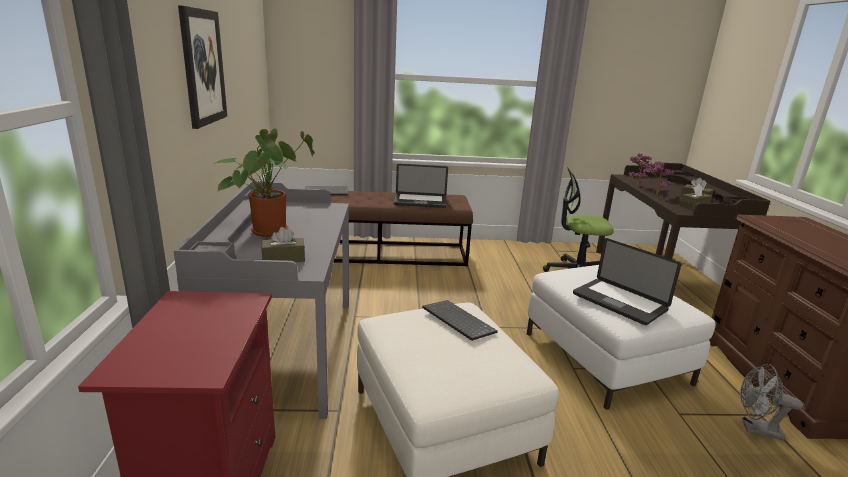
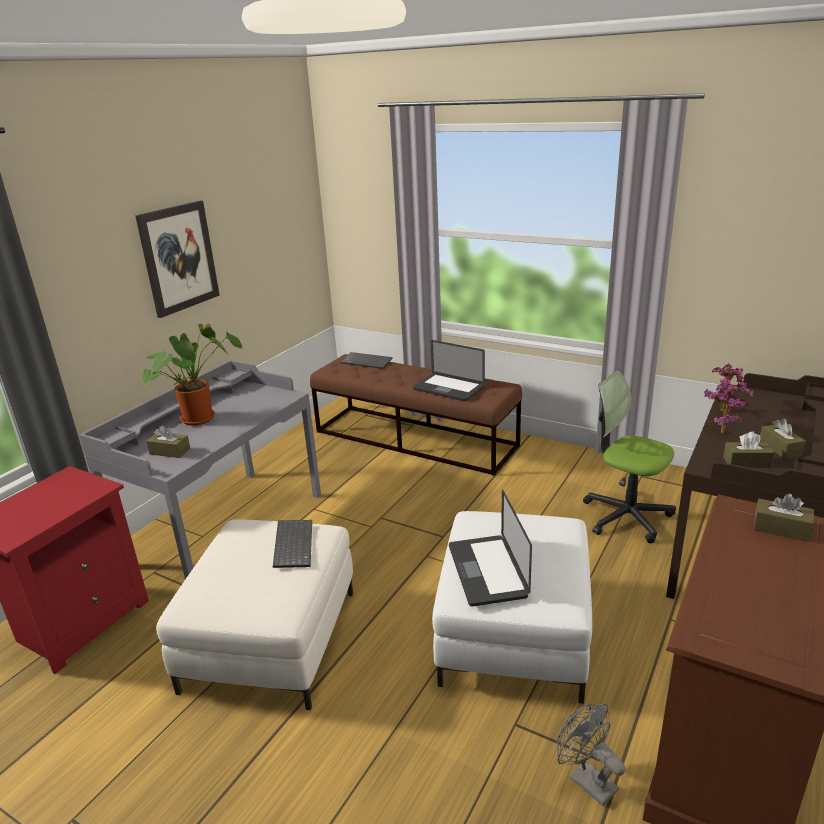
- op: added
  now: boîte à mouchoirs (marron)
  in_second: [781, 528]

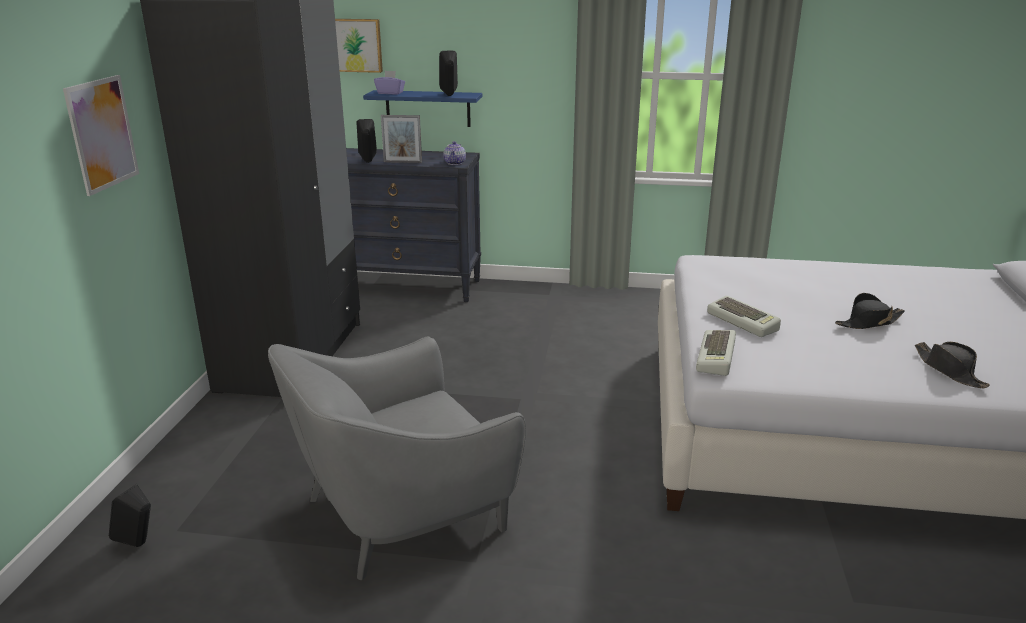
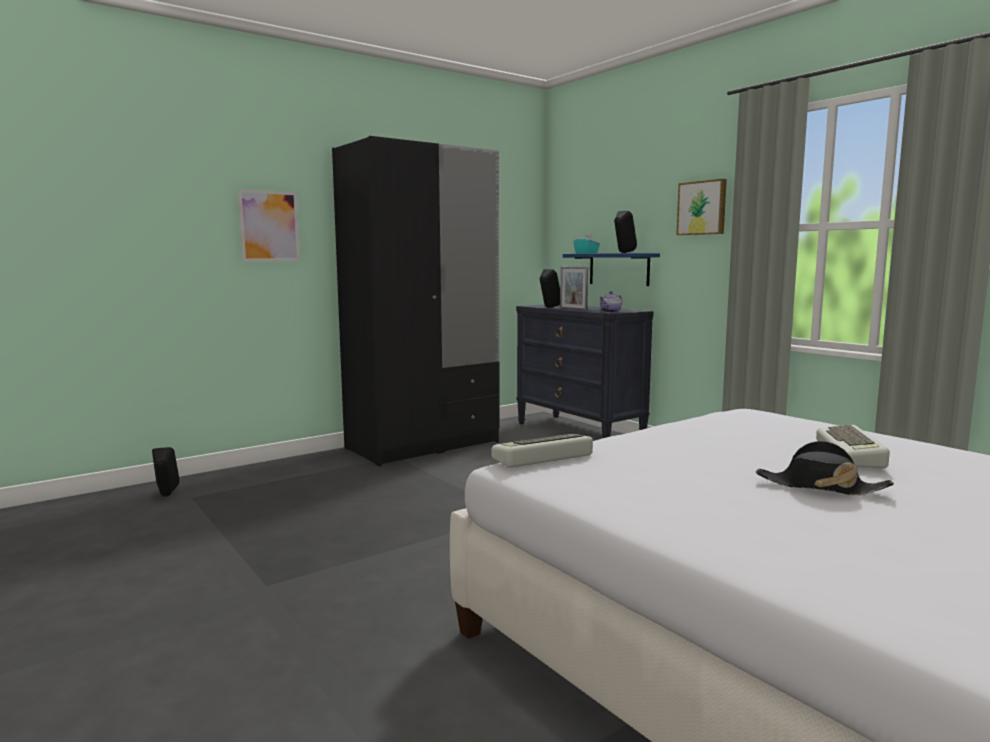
- op: removed
  was: fauteuil (gris)
  in_first: [401, 512]
- op: removed
  was: chapeau (noir)
  in_first: [949, 370]
- op: moved
  was: tableau
  in_first: [356, 45]
  in_second: [702, 208]
- op: moved
  was: clavier
  in_first: [744, 322]
  in_second: [852, 454]
- op: recoloured
  was: boîte à mouchoirs (violet)
  now: boîte à mouchoirs (turquoise)
  in_first: [390, 93]
  in_second: [586, 253]

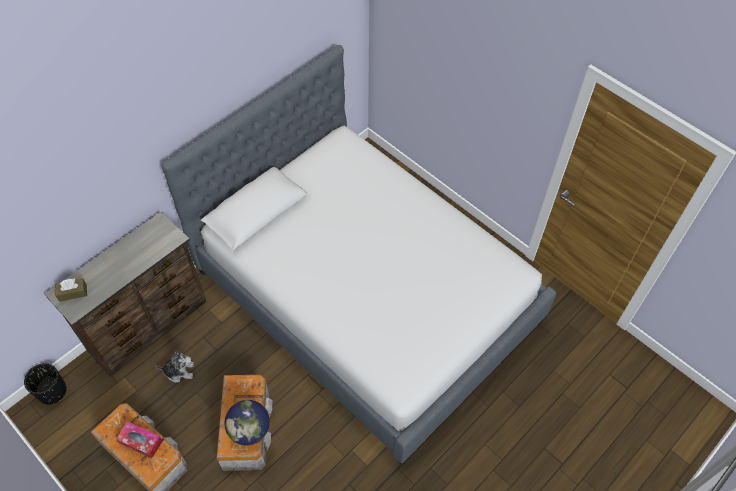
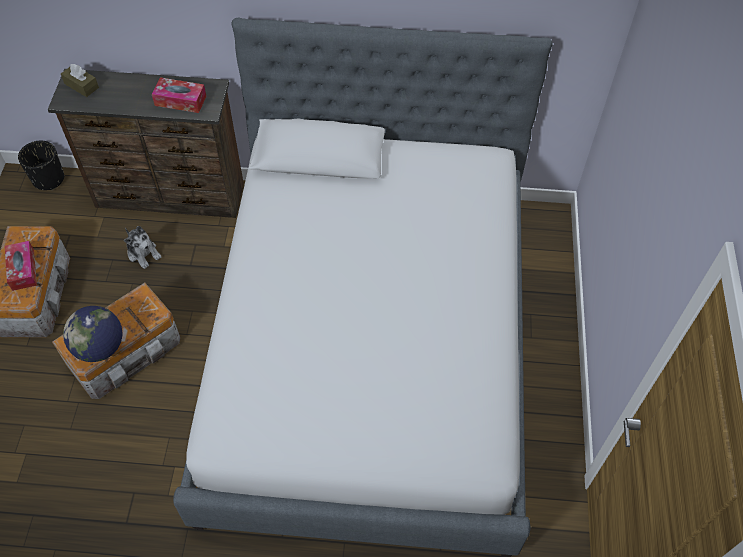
- op: added
  now: boîte à mouchoirs
  in_second: [180, 101]

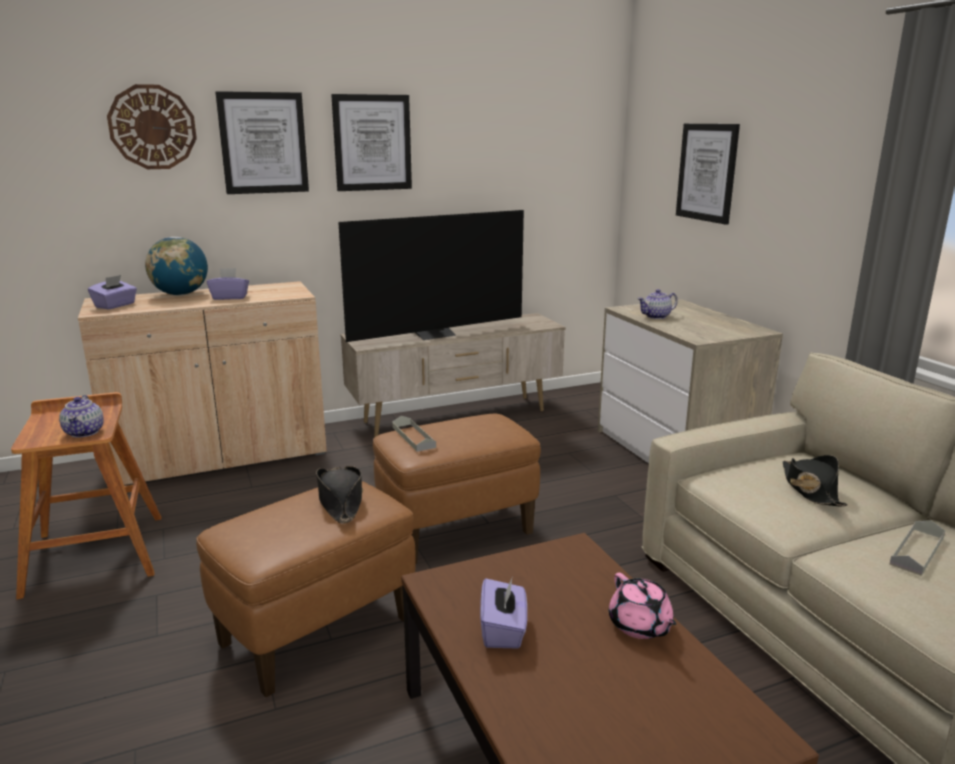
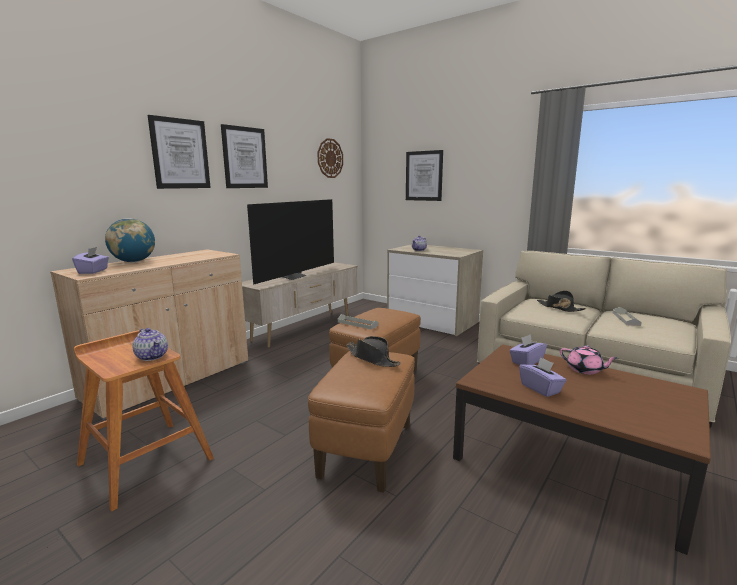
- op: moved
  was: horloge murale
  in_first: [152, 127]
  in_second: [330, 158]
- op: moved
  was: boîte à mouchoirs (violet)
  in_first: [230, 297]
  in_second: [526, 361]

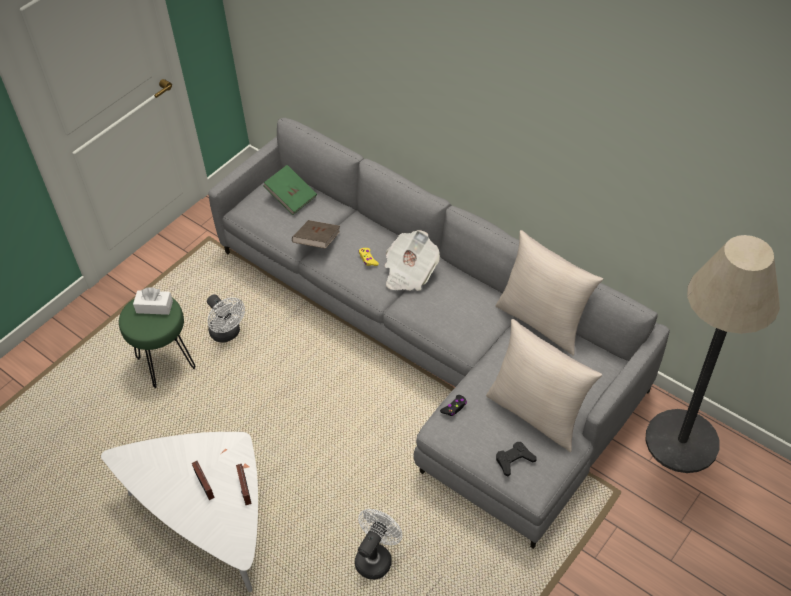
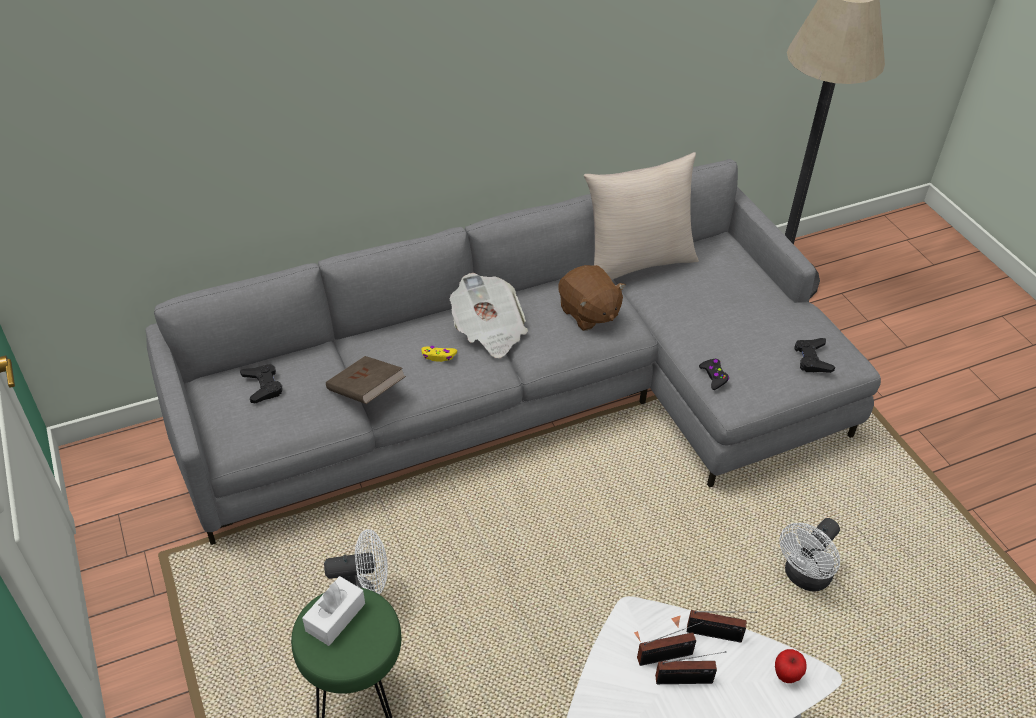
- op: removed
  was: coussin (beige)
  in_first: [537, 413]
- op: added
  now: peluche (marron)
  in_second: [588, 313]
- op: added
  now: radio
  in_second: [668, 656]
- op: added
  now: pomme
  in_second: [786, 675]
- op: replaced
  was: livre (vert)
  now: manette (noir)
  in_first: [291, 197]
  in_second: [263, 386]
- op: turned
  was: ventilateur (blanc)
  in_first: [376, 557]
  in_second: [804, 577]
  clockwise: -105

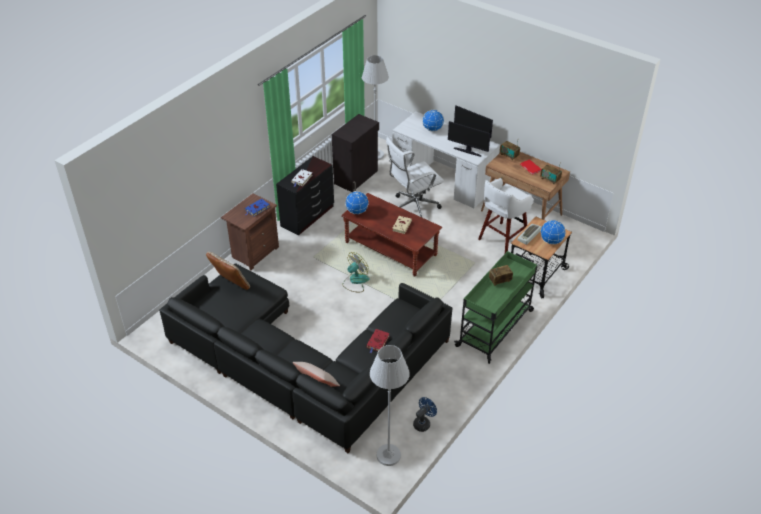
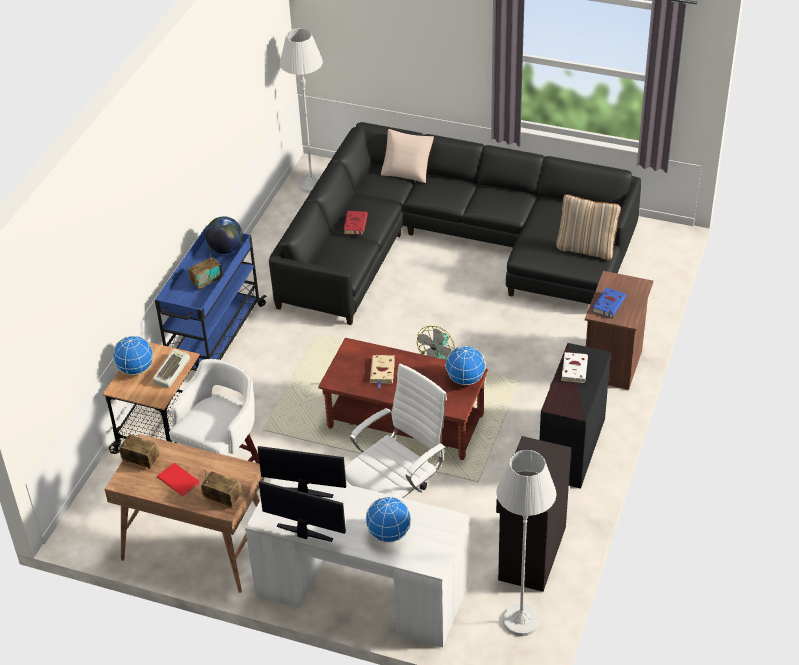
- op: removed
  was: ventilateur (bleu)
  in_first: [423, 423]
- op: added
  now: globe
  in_second: [225, 249]
- op: recoloured
  was: chariot (vert)
  now: chariot (bleu)
  in_first: [495, 327]
  in_second: [214, 340]

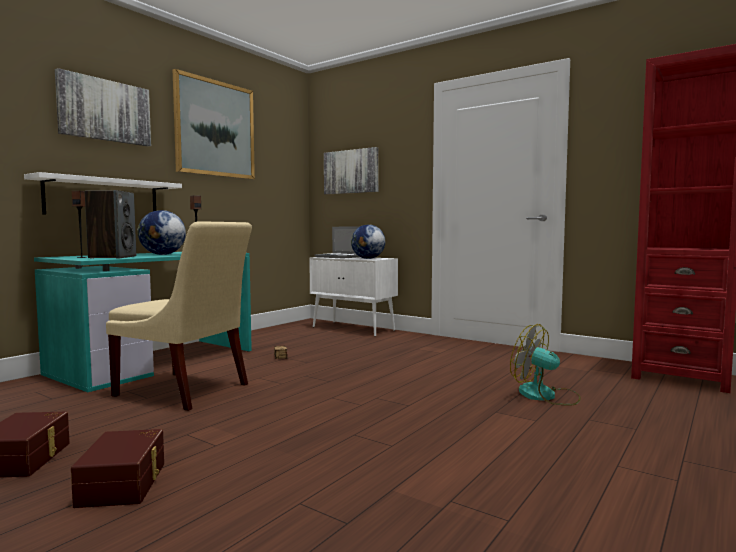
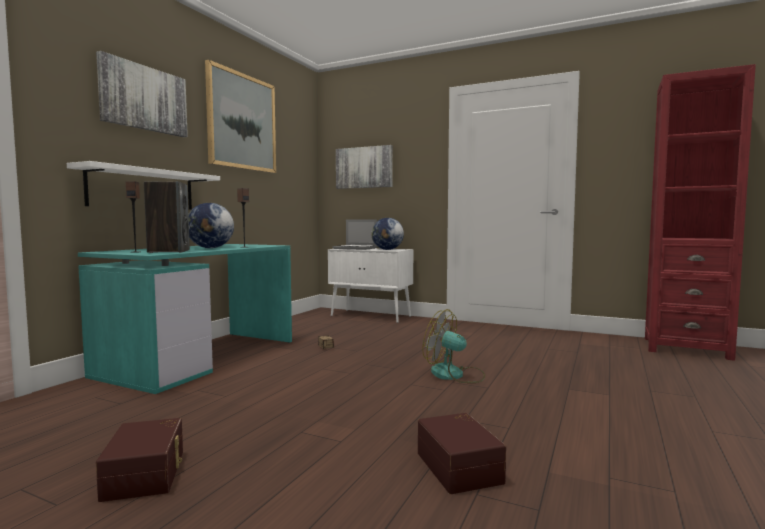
- op: removed
  was: chaise (beige)
  in_first: [186, 391]
- op: moved
  was: boîte de rangement (marron)
  in_first: [125, 483]
  in_second: [460, 467]
- op: moved
  was: ventilateur
  in_first: [545, 396]
  in_second: [454, 375]

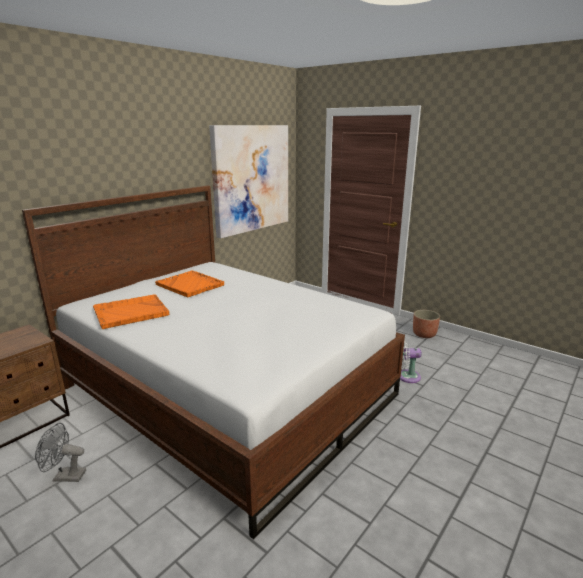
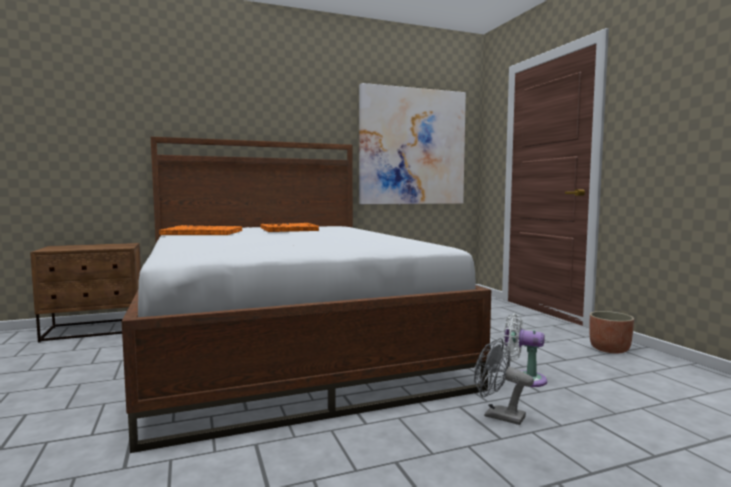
- op: moved
  was: ventilateur (gris)
  in_first: [64, 476]
  in_second: [498, 415]

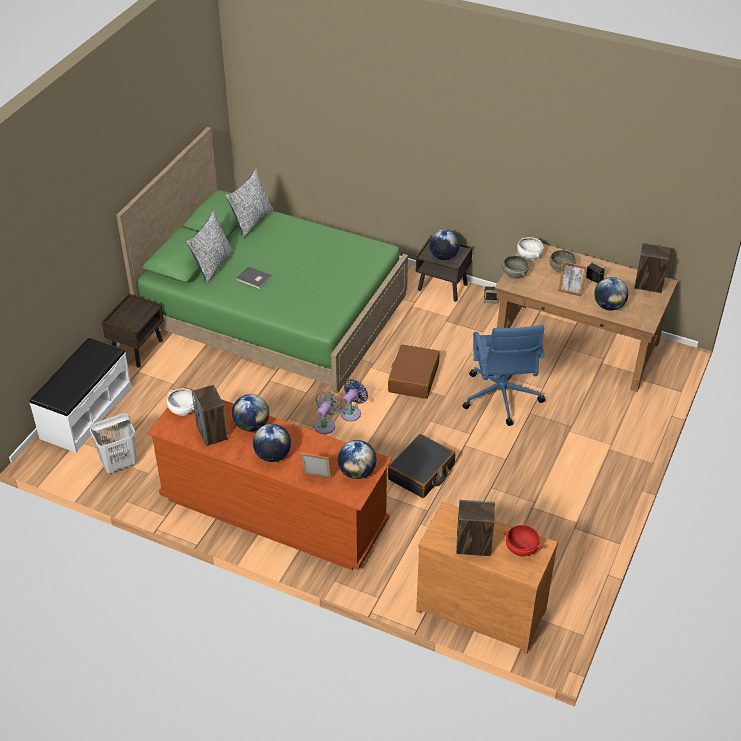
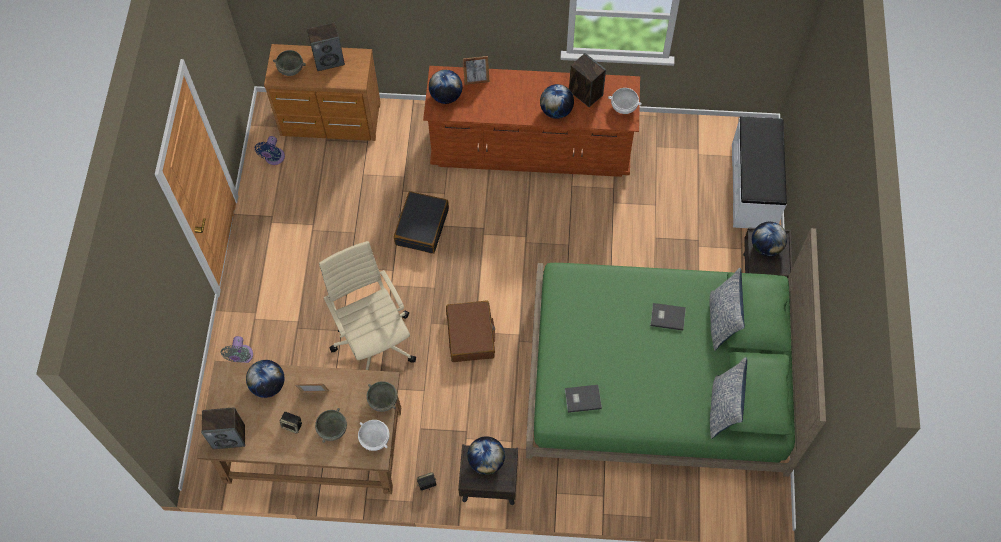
- op: removed
  was: panier à linge (blanc)
  in_first: [119, 464]
- op: added
  now: livre (gris)
  in_second: [582, 398]
- op: moved
  was: globe
  in_first: [272, 455]
  in_second: [766, 247]
- op: moved
  was: ventilateur (gris)
  in_first: [326, 425]
  in_second: [241, 357]
- op: moved
  was: ventilateur (bleu)
  in_first: [352, 412]
  in_second: [274, 158]
- op: recoloured
  was: chaise de bureau (bleu)
  now: chaise de bureau (beige)
  in_first: [501, 398]
  in_second: [374, 340]
- op: recoloured
  was: bol (rouge)
  now: bol (gris)
  in_first: [521, 548]
  in_second: [290, 69]

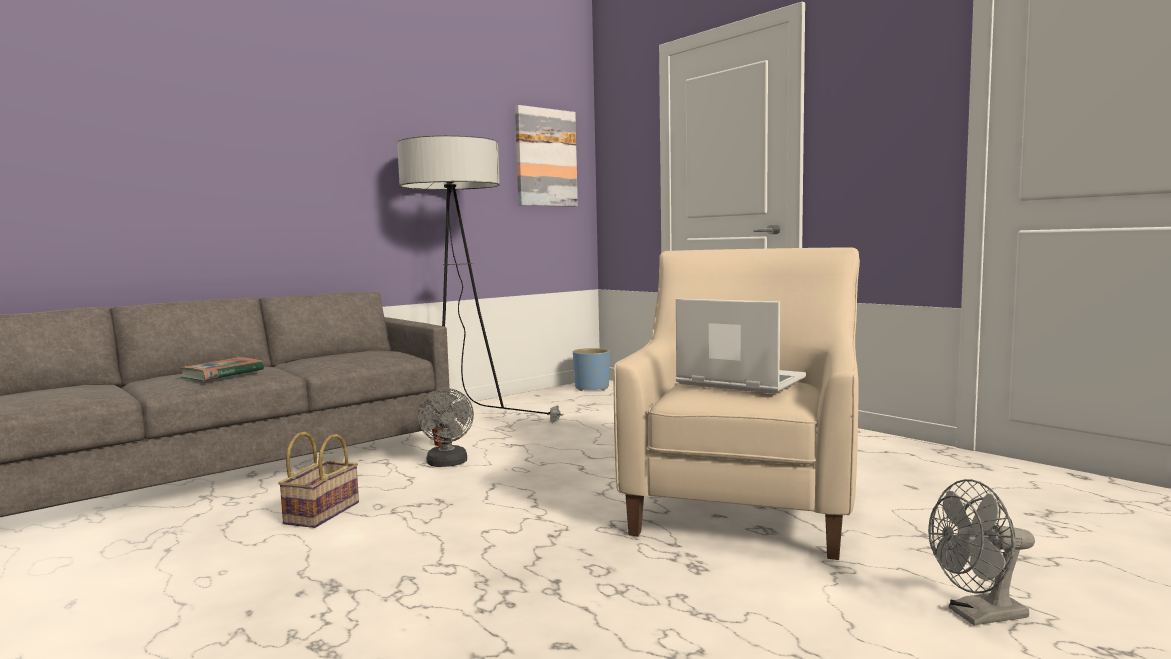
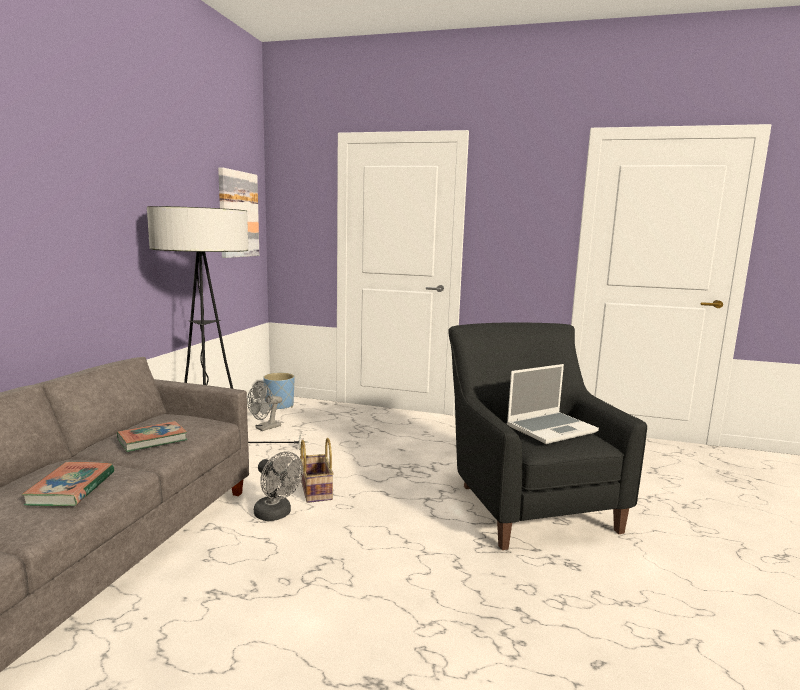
- op: added
  now: livre
  in_second: [152, 440]
- op: moved
  was: panier
  in_first: [322, 512]
  in_second: [315, 490]
- op: moved
  was: ventilateur (gris)
  in_first: [978, 616]
  in_second: [265, 428]
- op: recoloured
  was: fauteuil (beige)
  now: fauteuil (noir)
  in_first: [745, 503]
  in_second: [525, 501]
- op: turned
  was: ordinateur portable
  in_first: [738, 382]
  in_second: [551, 428]
  clockwise: 150

